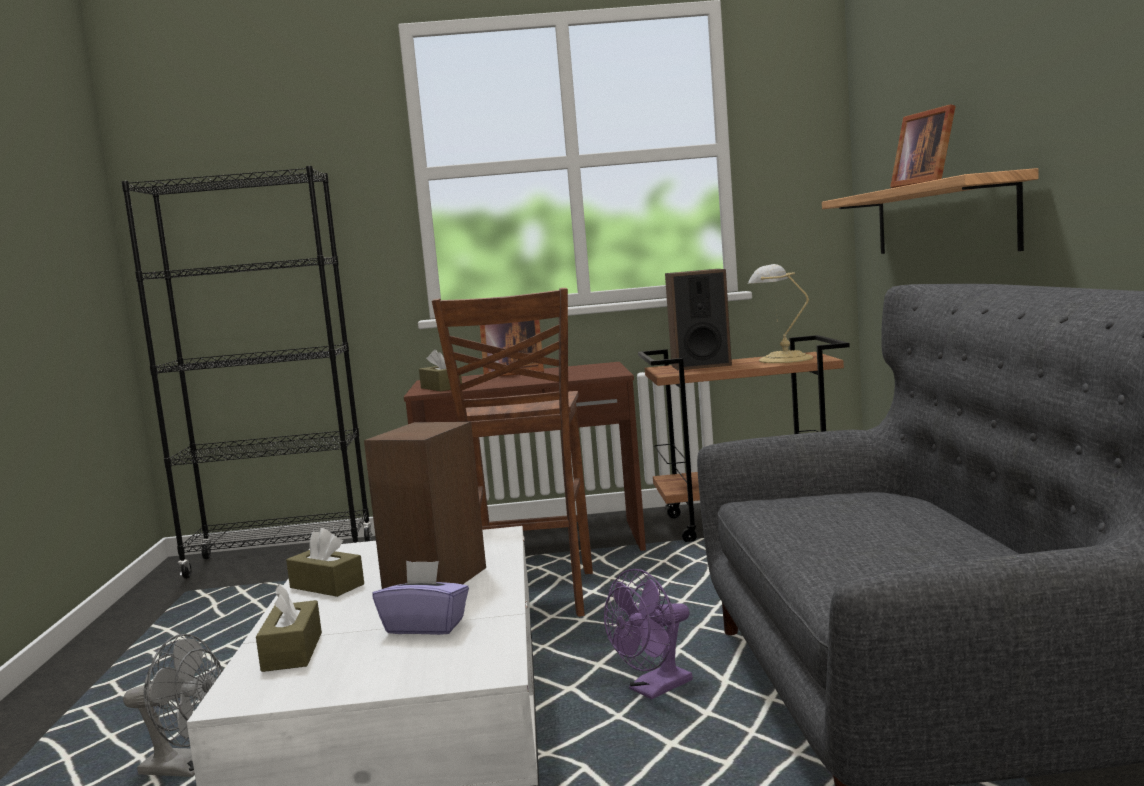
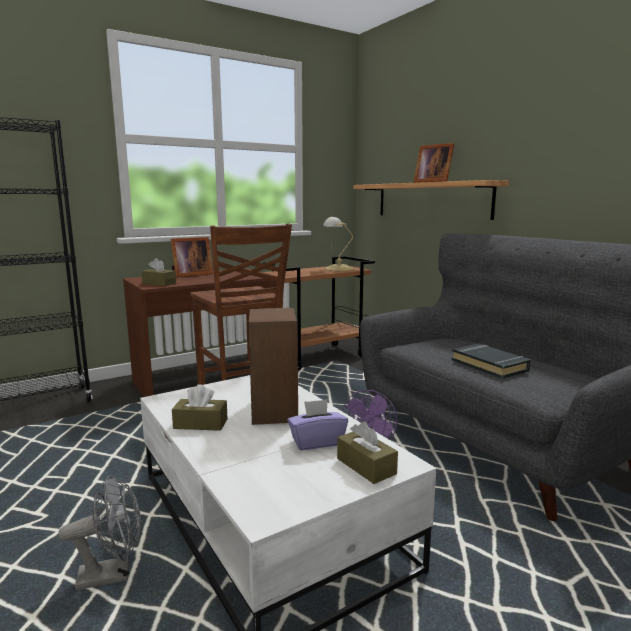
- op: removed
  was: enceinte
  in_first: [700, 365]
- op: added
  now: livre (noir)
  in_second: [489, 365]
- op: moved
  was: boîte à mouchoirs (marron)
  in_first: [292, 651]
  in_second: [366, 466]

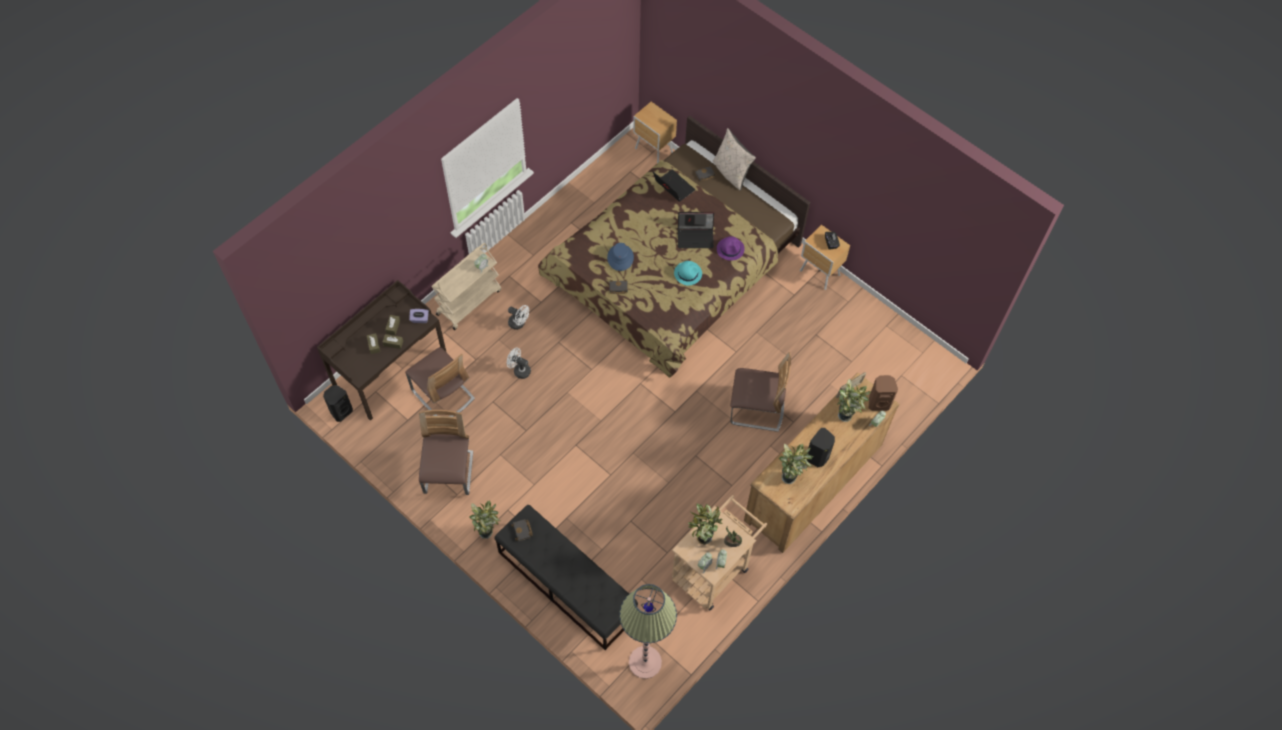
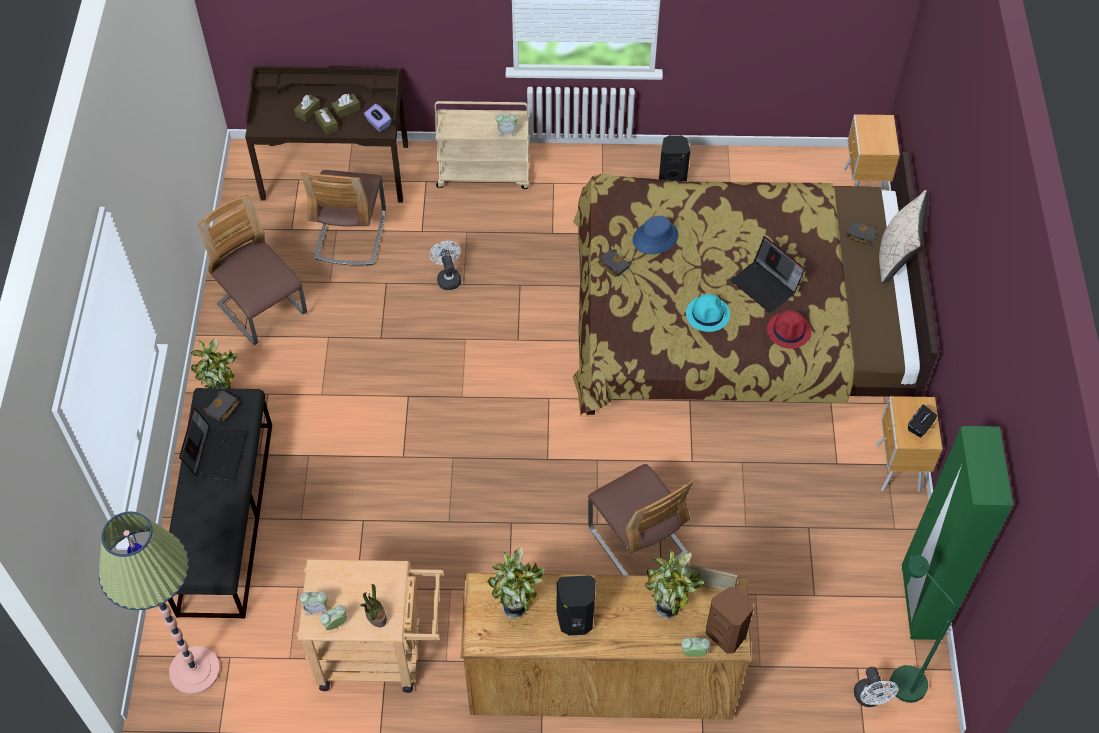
- op: removed
  was: plante en pot
  in_first: [702, 537]
- op: added
  now: lampadaire (vert)
  in_second: [899, 677]
- op: added
  now: armoire (vert)
  in_second: [920, 603]
- op: moved
  was: enceinte (noir)
  in_first: [341, 411]
  in_second: [672, 179]
- op: moved
  was: ventilateur (blanc)
  in_first: [519, 323]
  in_second: [870, 698]
- op: moved
  was: ordinateur portable
  in_first: [672, 187]
  in_second: [216, 452]
- op: recoloured
  was: chapeau (violet)
  now: chapeau (rouge)
  in_first: [730, 249]
  in_second: [789, 331]
- op: turned
  was: chaise
  in_first: [449, 473]
  in_second: [262, 310]
  clockwise: -90

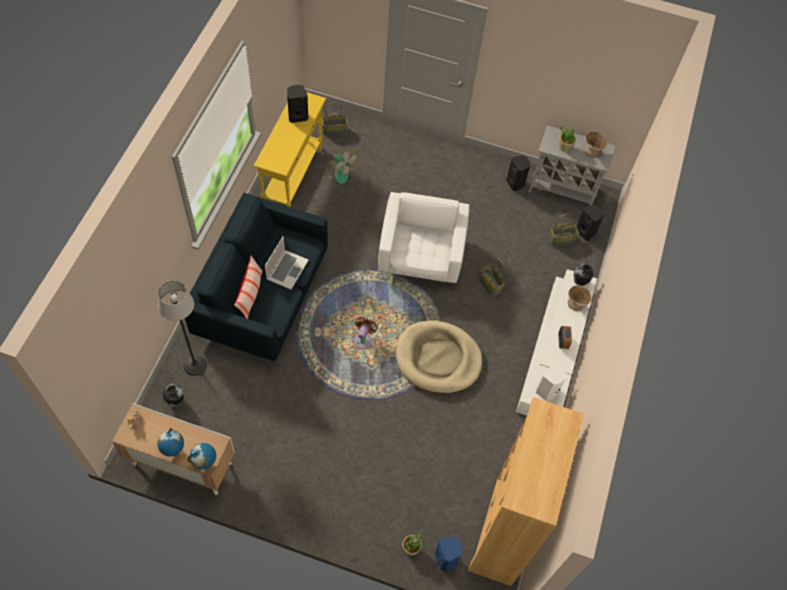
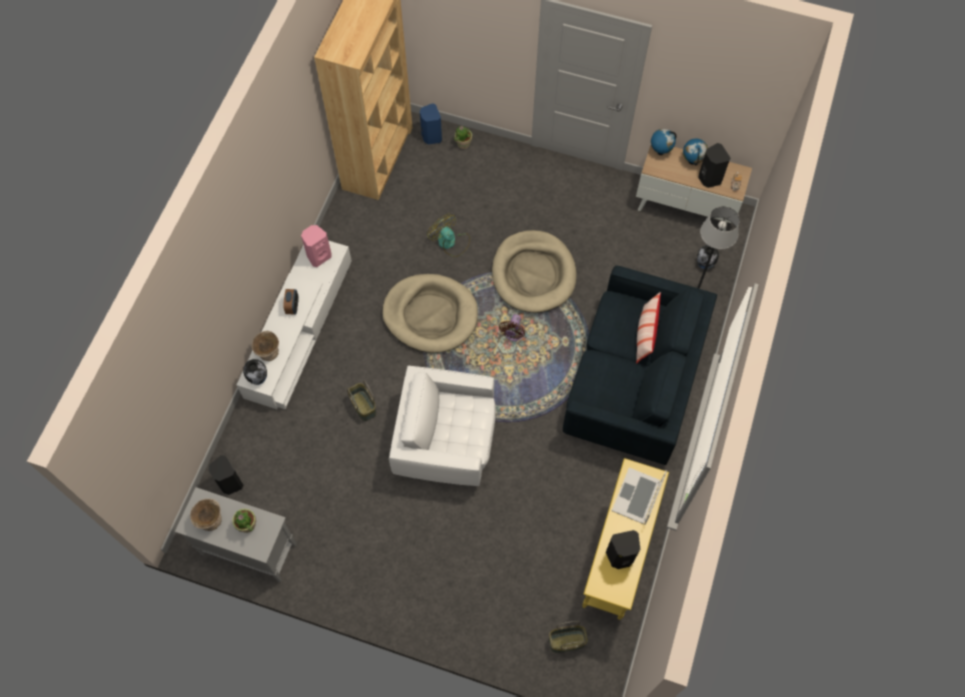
- op: removed
  was: panier
  in_first: [561, 239]
- op: added
  now: panier pour chien (beige)
  in_second: [533, 274]
- op: moved
  was: ordinateur portable
  in_first: [287, 269]
  in_second: [637, 496]
- op: moved
  was: ventilateur
  in_first: [338, 172]
  in_second: [450, 242]
- op: moved
  was: enceinte (noir)
  in_first: [515, 183]
  in_second: [709, 178]
- op: recoloured
  was: enceinte (blanc)
  now: enceinte (rose)
  in_first: [547, 391]
  in_second: [318, 256]
- op: turned
  was: fauteuil (blanc)
  in_first: [421, 256]
  in_second: [446, 440]
  clockwise: 90

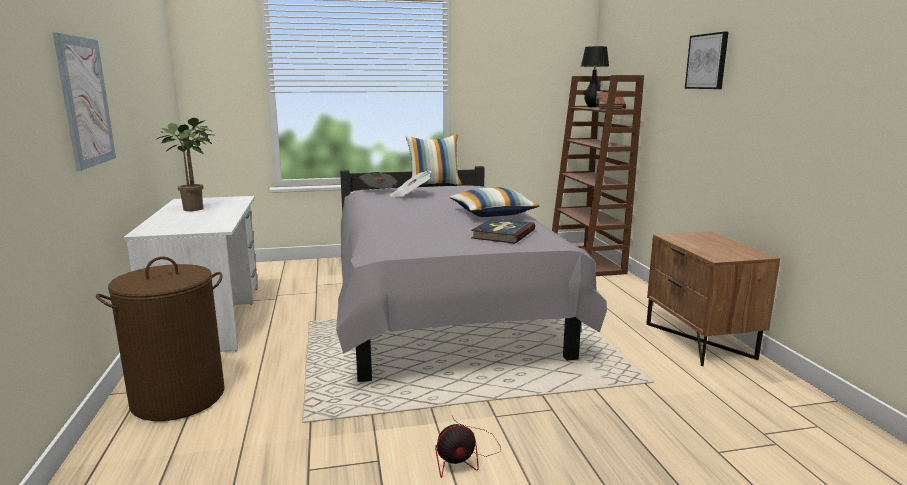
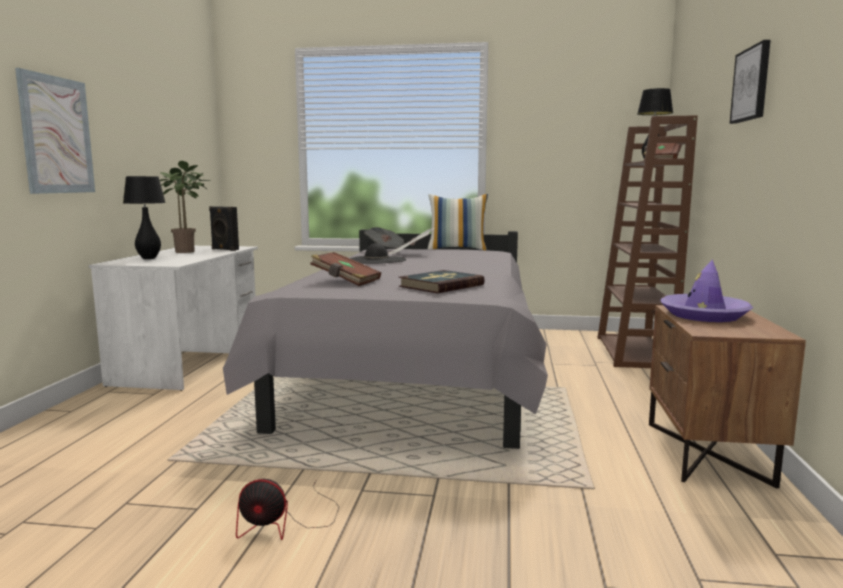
- op: removed
  was: panier à linge (marron)
  in_first: [178, 398]
- op: removed
  was: coussin
  in_first: [492, 214]
- op: added
  now: lampe de table (noir)
  in_second: [148, 258]
- op: added
  now: enceinte (noir)
  in_second: [224, 249]
- op: added
  now: livre (marron)
  in_second: [345, 281]
- op: added
  now: chapeau (noir)
  in_second: [376, 260]
- op: added
  now: chapeau (violet)
  in_second: [704, 315]

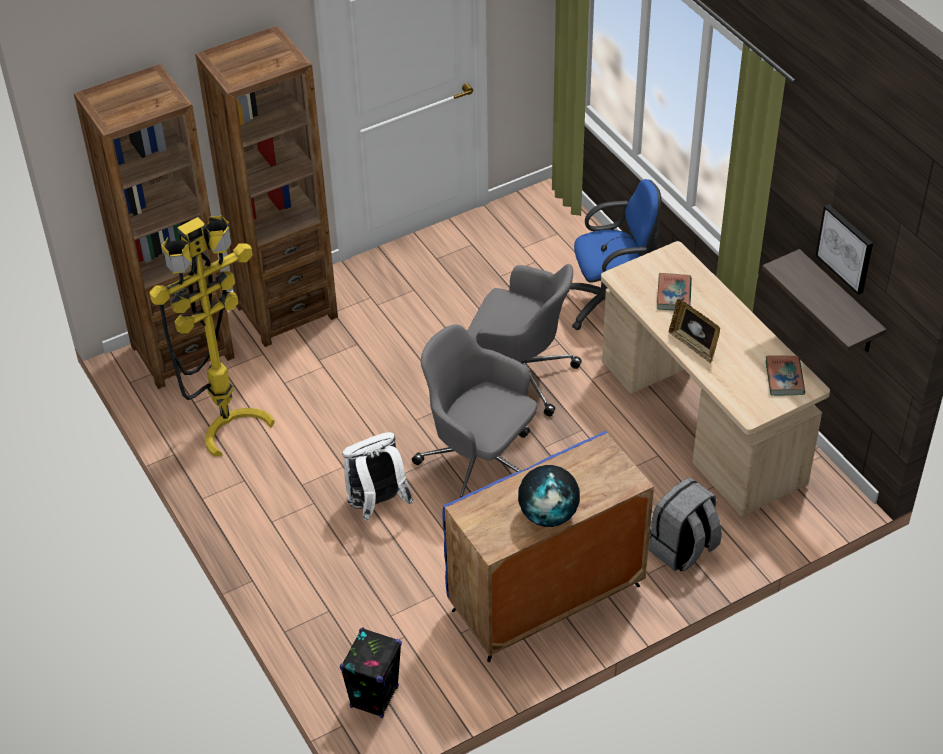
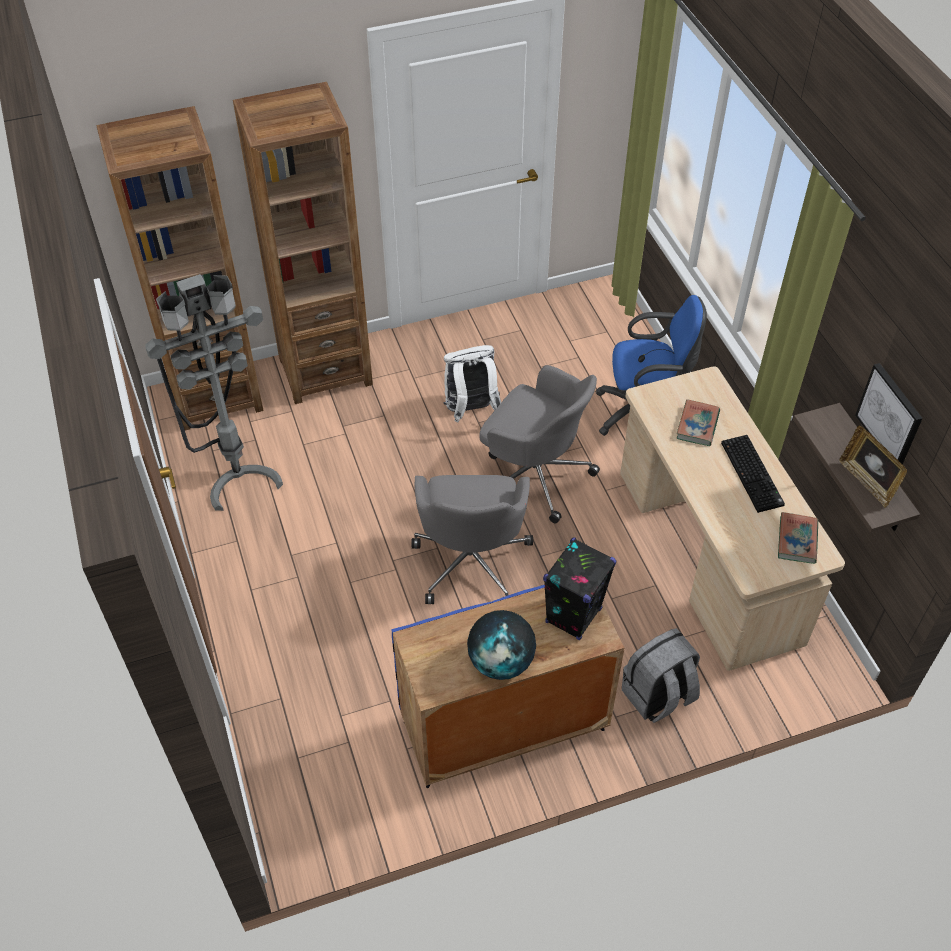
- op: added
  now: clavier
  in_second: [753, 474]
- op: moved
  was: enceinte (noir)
  in_first: [374, 697]
  in_second: [573, 615]
- op: moved
  was: sac à dos (blanc)
  in_first: [377, 504]
  in_second: [471, 410]
- op: moved
  was: cadre photo
  in_first: [693, 345]
  in_second: [867, 481]
- op: recoloured
  was: lampadaire (jaune)
  now: lampadaire (gris)
  in_first: [228, 422]
  in_second: [239, 477]
- op: turned
  was: chaise de bureau (gris)
  in_first: [479, 462]
  in_second: [471, 561]
  clockwise: -135

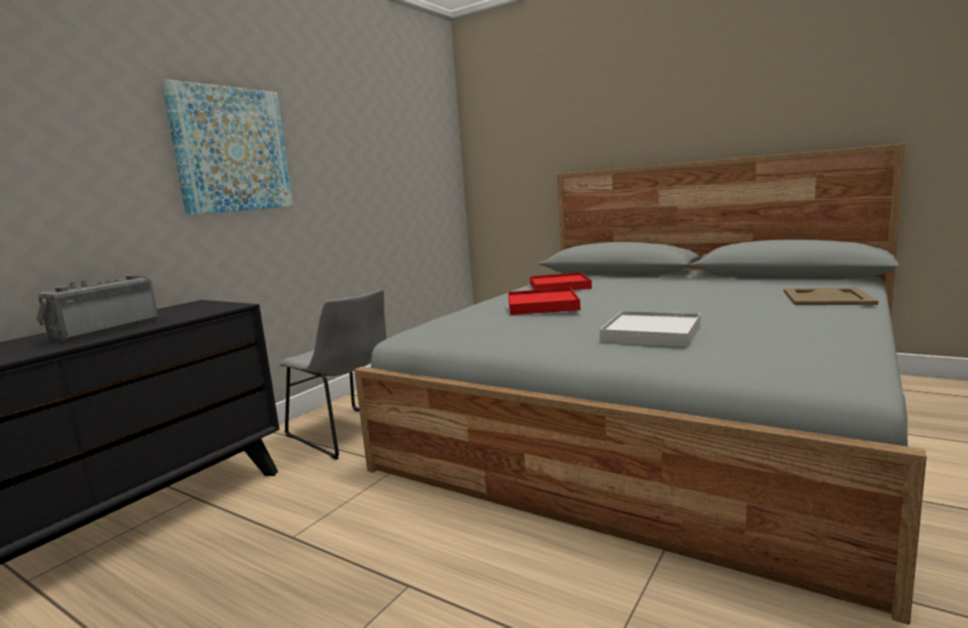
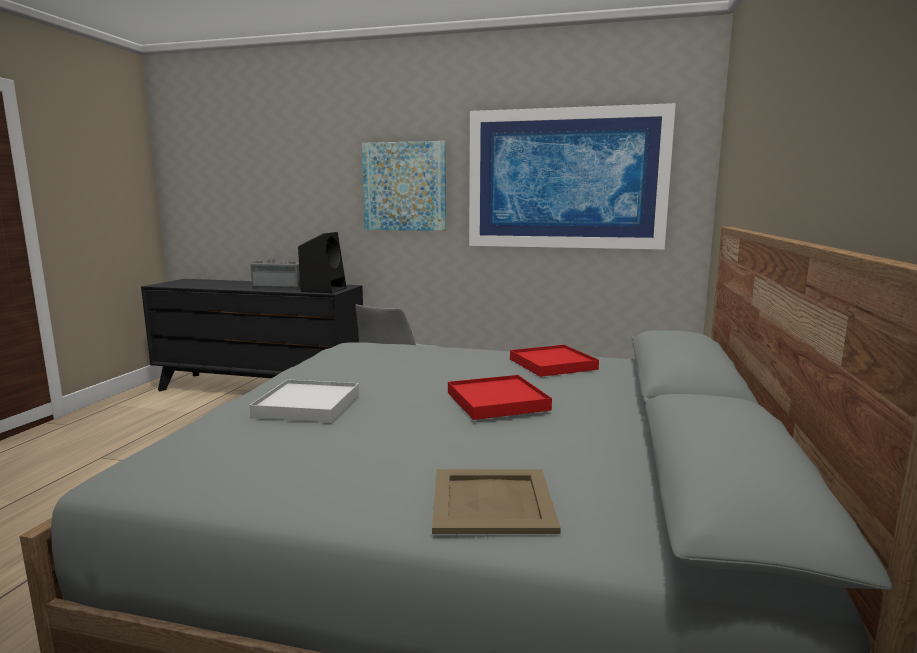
- op: added
  now: enceinte (noir)
  in_second: [324, 289]
- op: added
  now: tableau
  in_second: [566, 179]
- op: moved
  was: plateau (rouge)
  in_first: [542, 305]
  in_second: [497, 401]

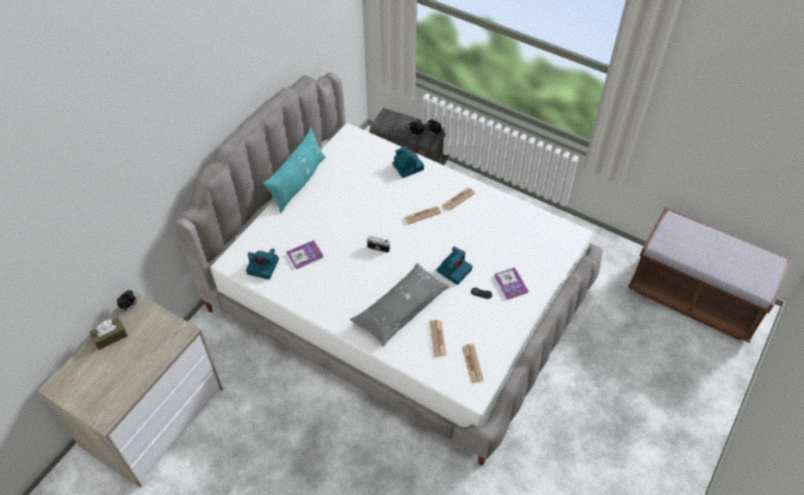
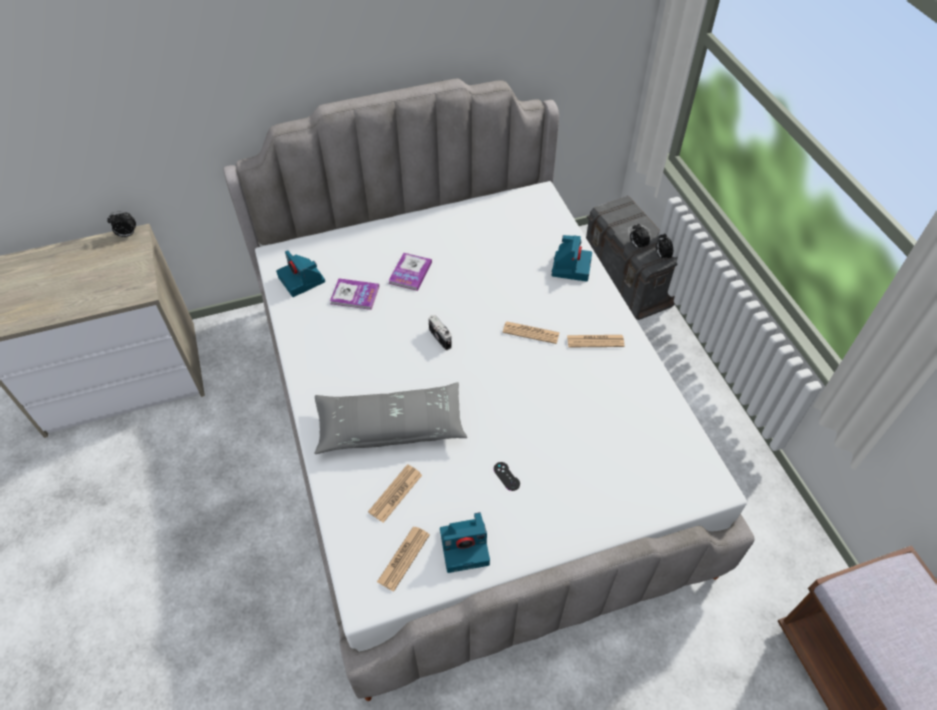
- op: removed
  was: boîte à mouchoirs (marron)
  in_first: [110, 337]
- op: removed
  was: coussin (turquoise)
  in_first: [298, 182]
- op: moved
  was: appareil photo
  in_first: [454, 270]
  in_second: [465, 546]
- op: moved
  was: livre
  in_first: [510, 284]
  in_second: [410, 272]

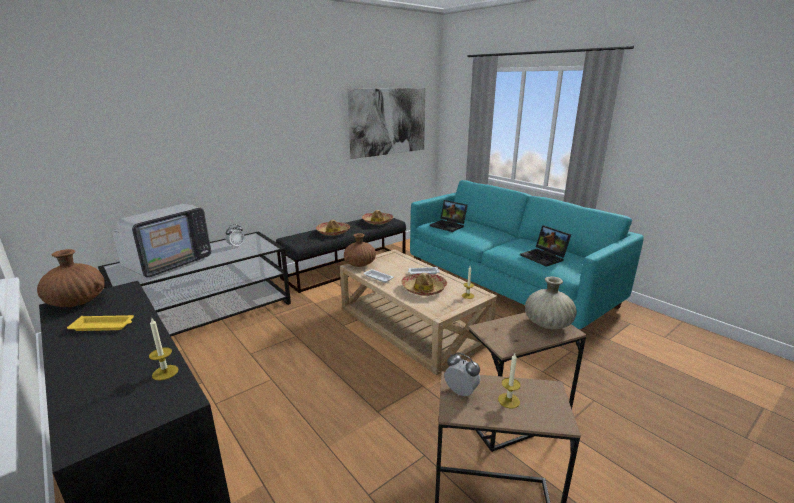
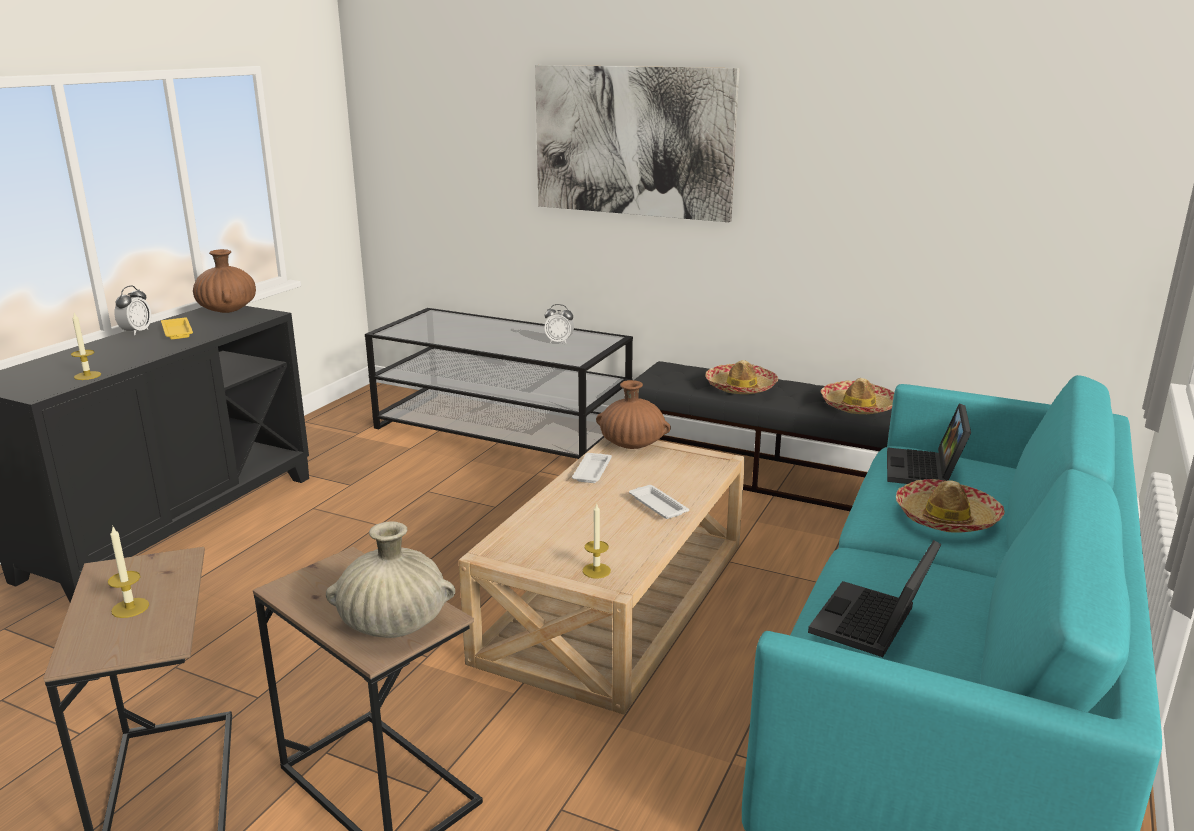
- op: removed
  was: téléviseur
  in_first: [169, 264]
- op: moved
  was: tableau
  in_first: [388, 121]
  in_second: [633, 141]
- op: moved
  was: chapeau
  in_first: [424, 289]
  in_second: [946, 518]
- op: moved
  was: réveil
  in_first: [461, 392]
  in_second: [136, 332]

